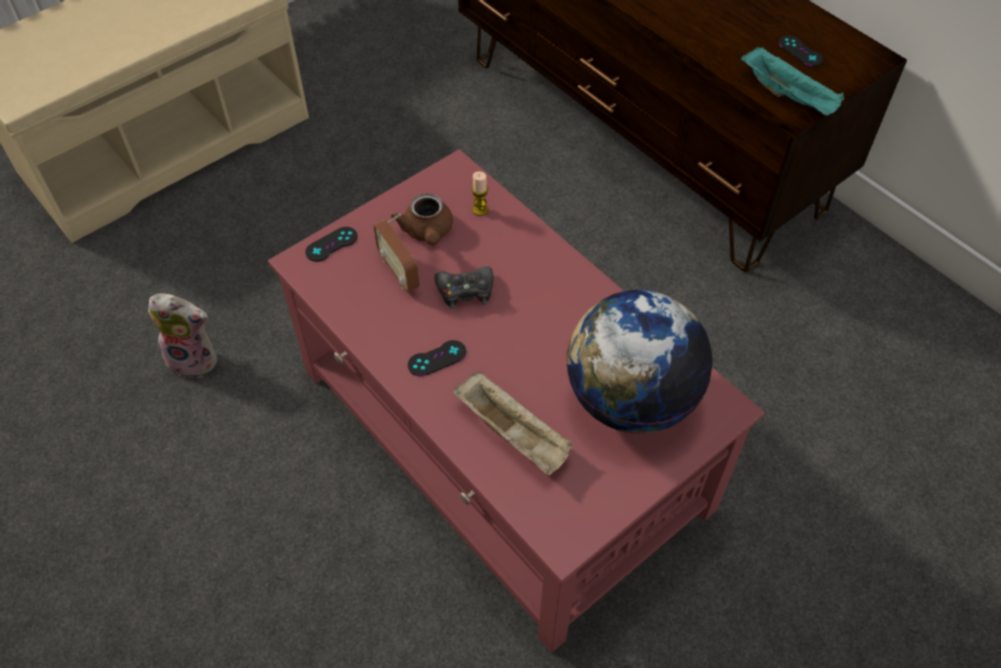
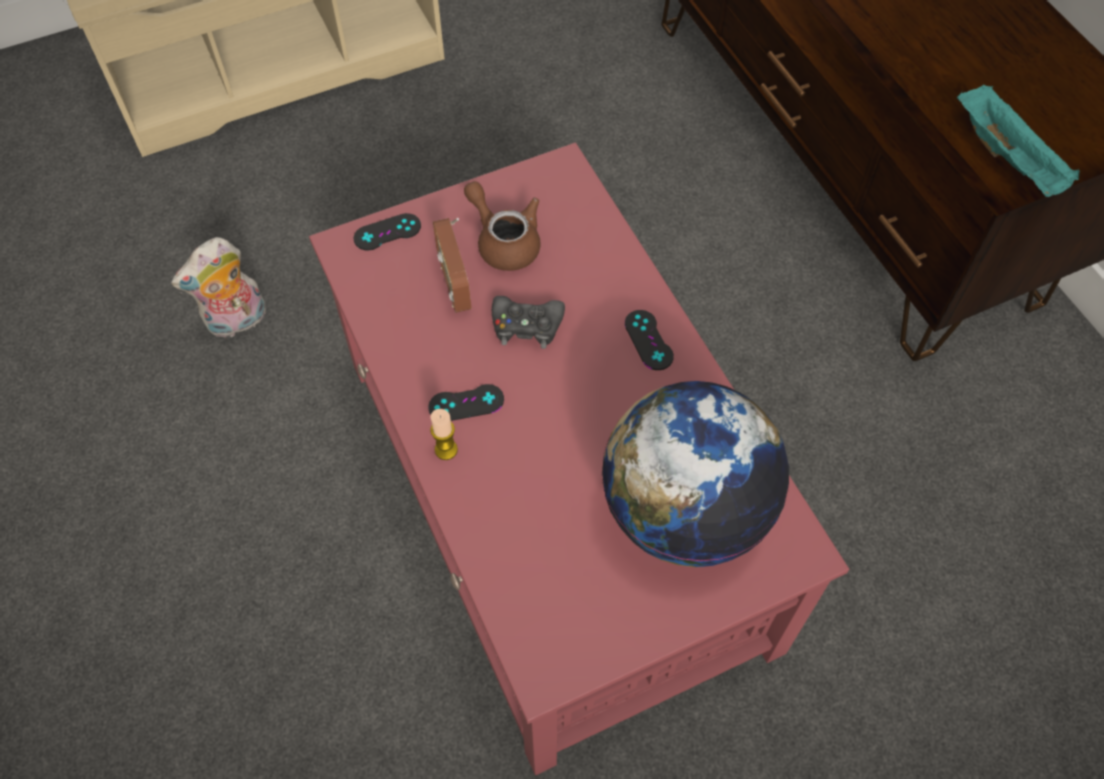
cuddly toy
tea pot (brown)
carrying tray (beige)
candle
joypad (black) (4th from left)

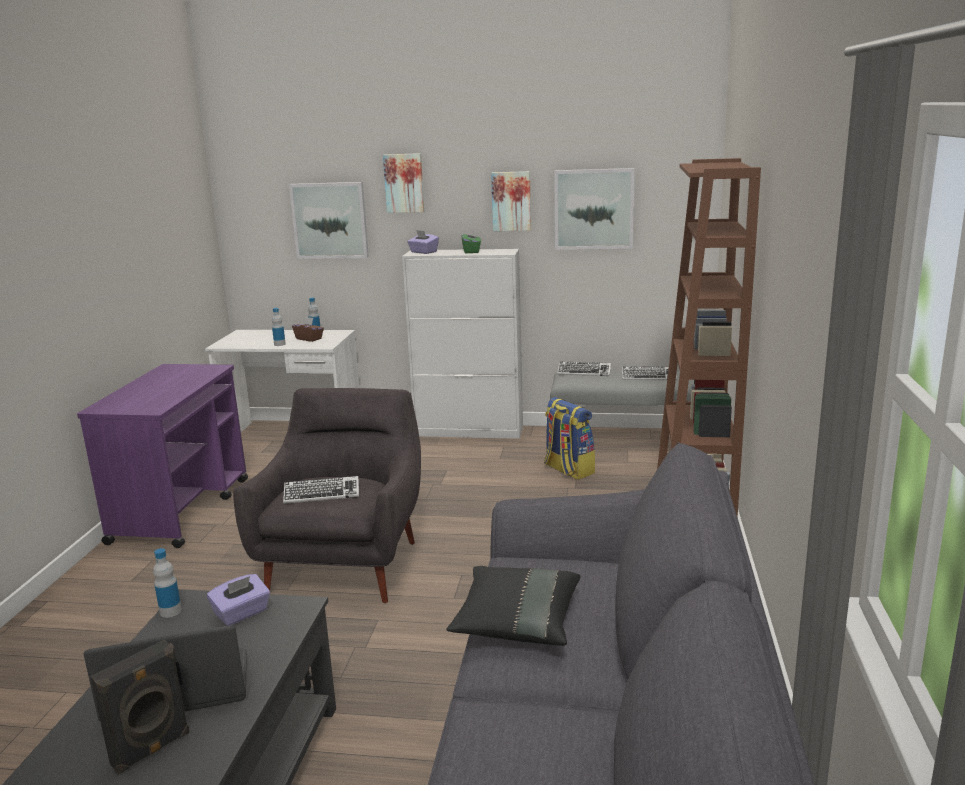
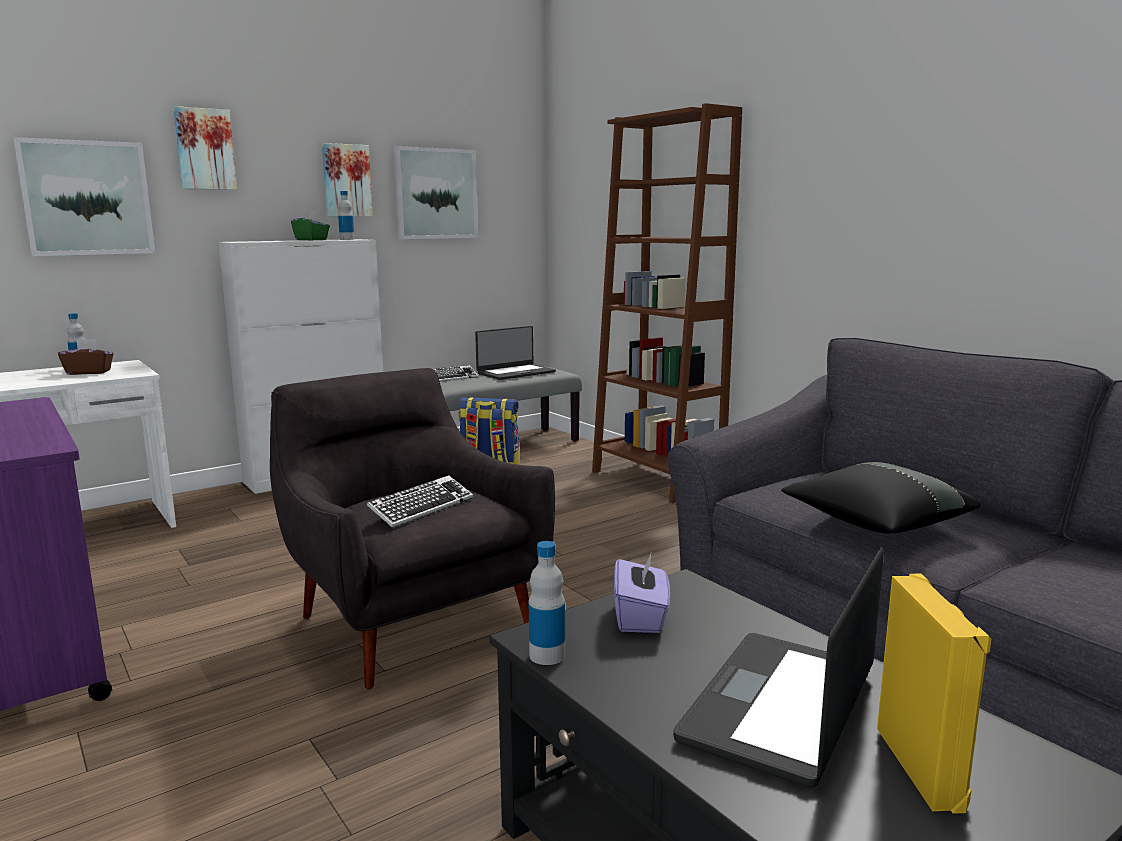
loudspeaker (yellowish)
bottle (2nd from left)
tissue box (purple) (2nd from left in the first image)
laptop (1st from left)

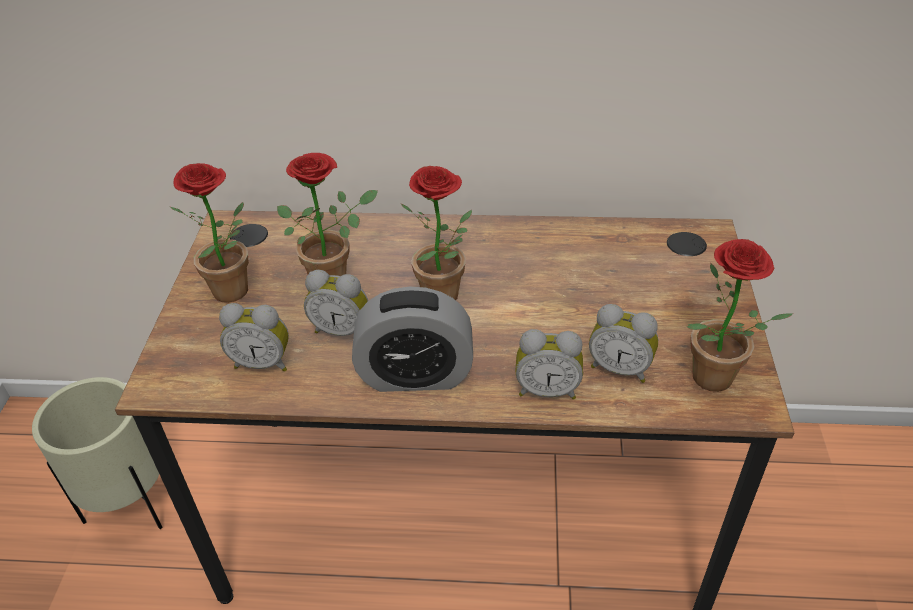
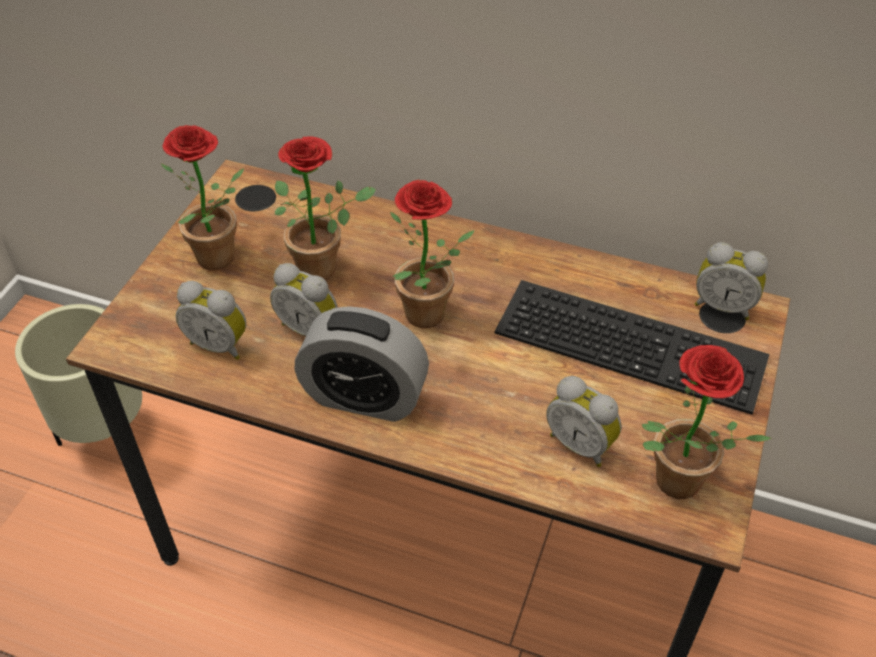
alarm clock (5th from left)
PC keyboard

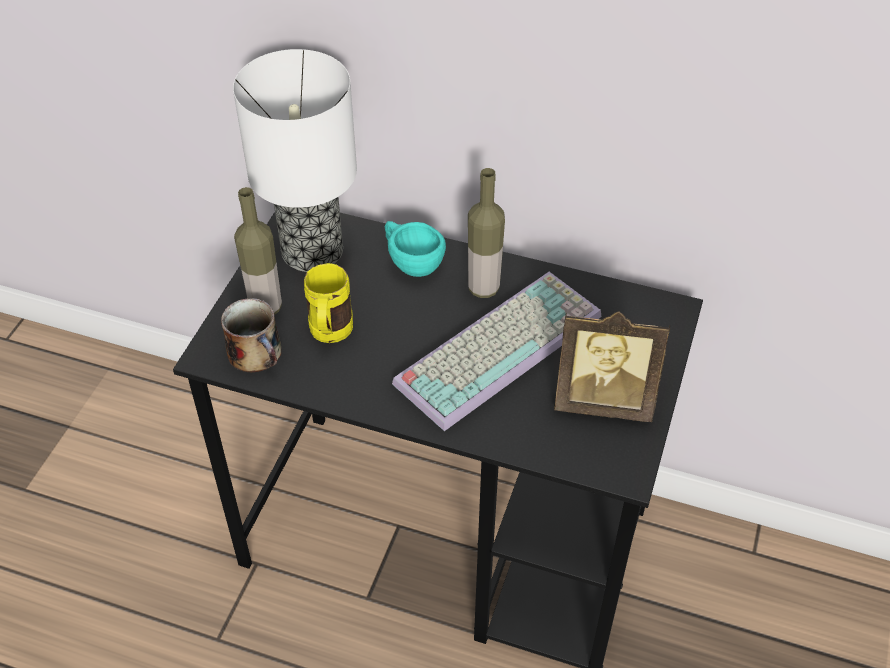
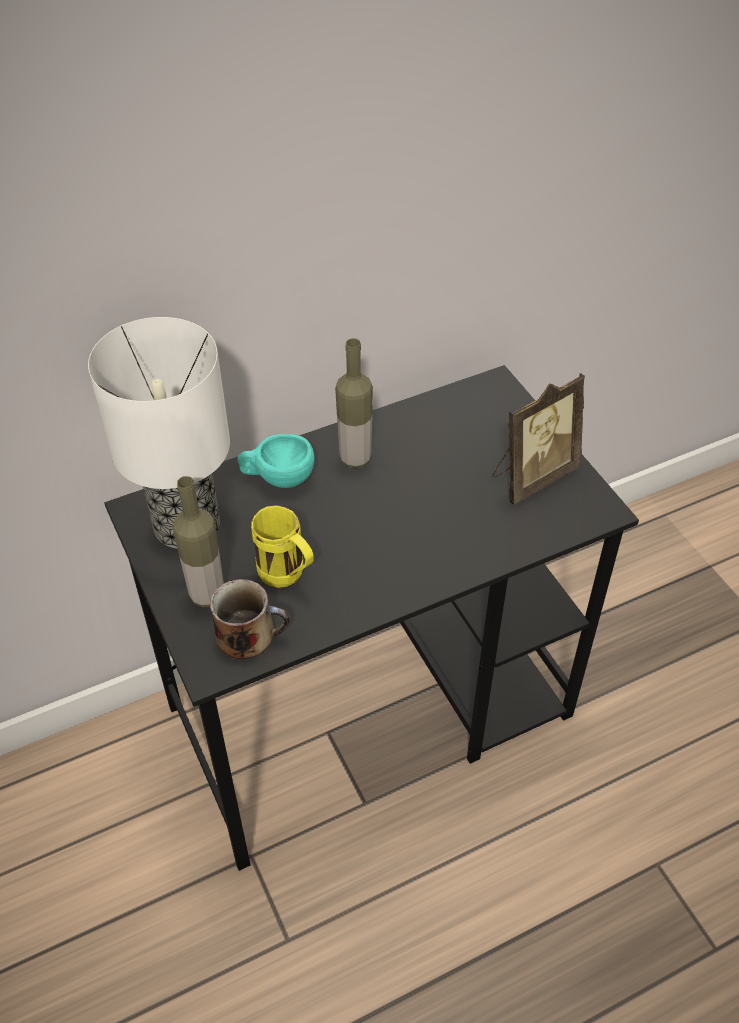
PC keyboard

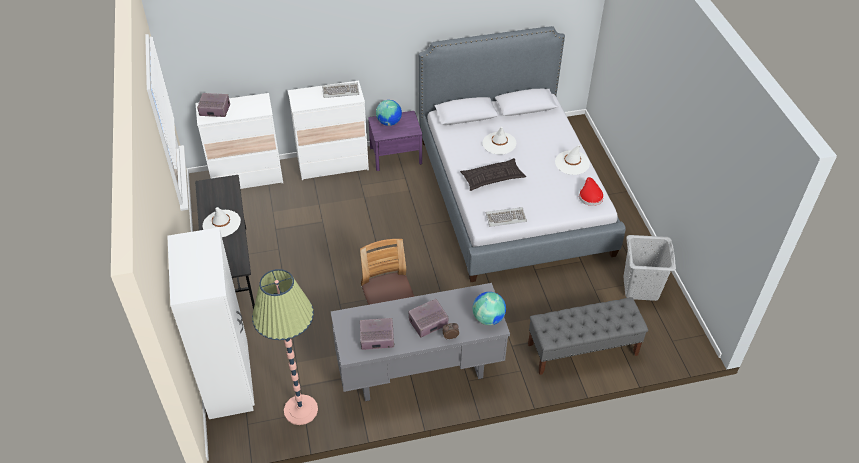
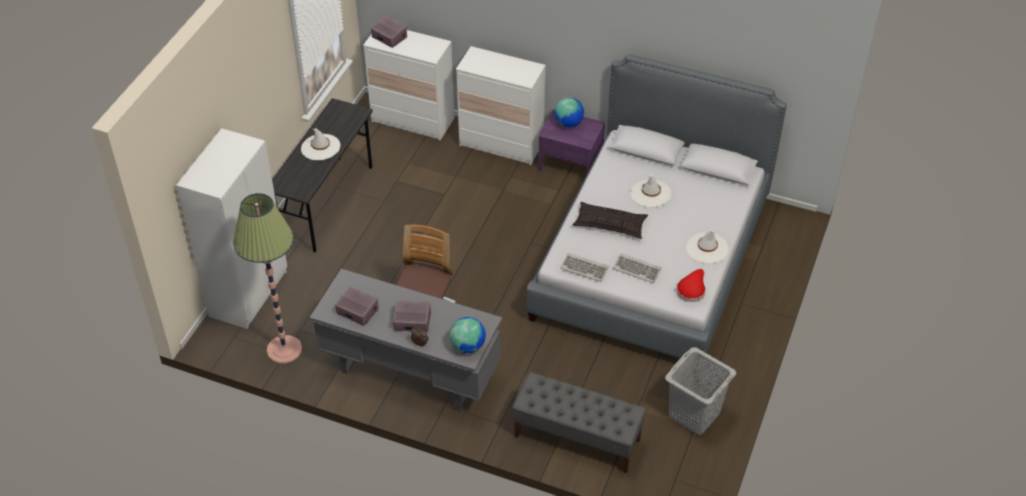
PC keyboard (2nd from left)

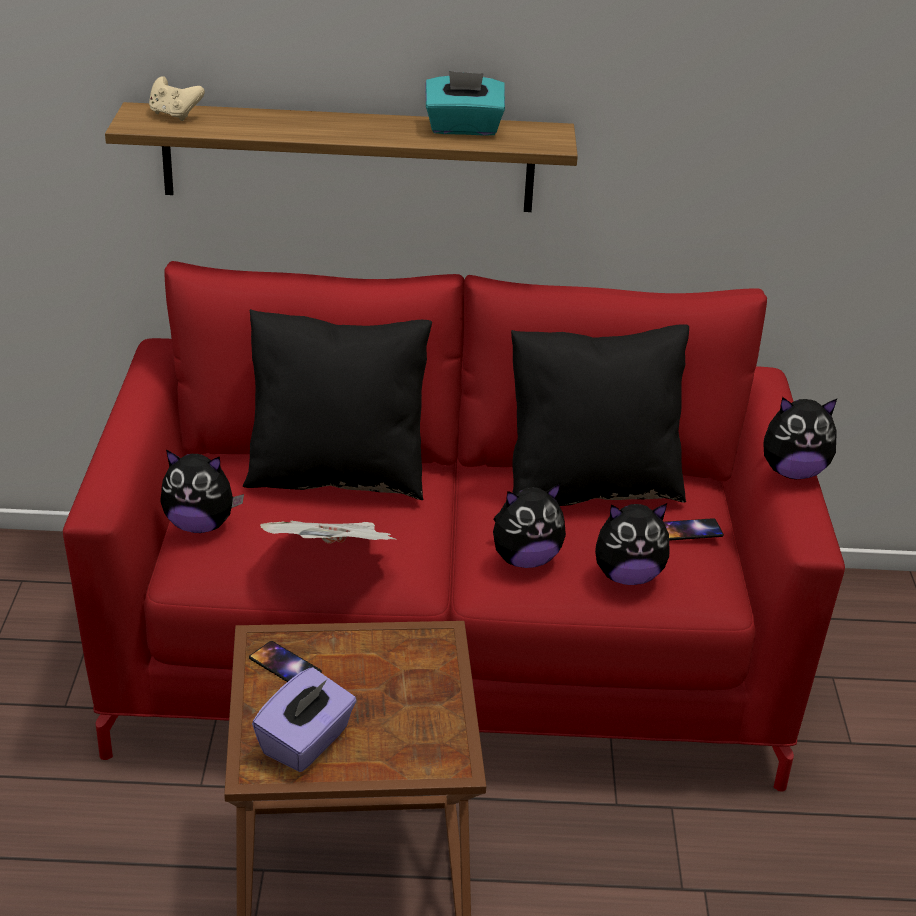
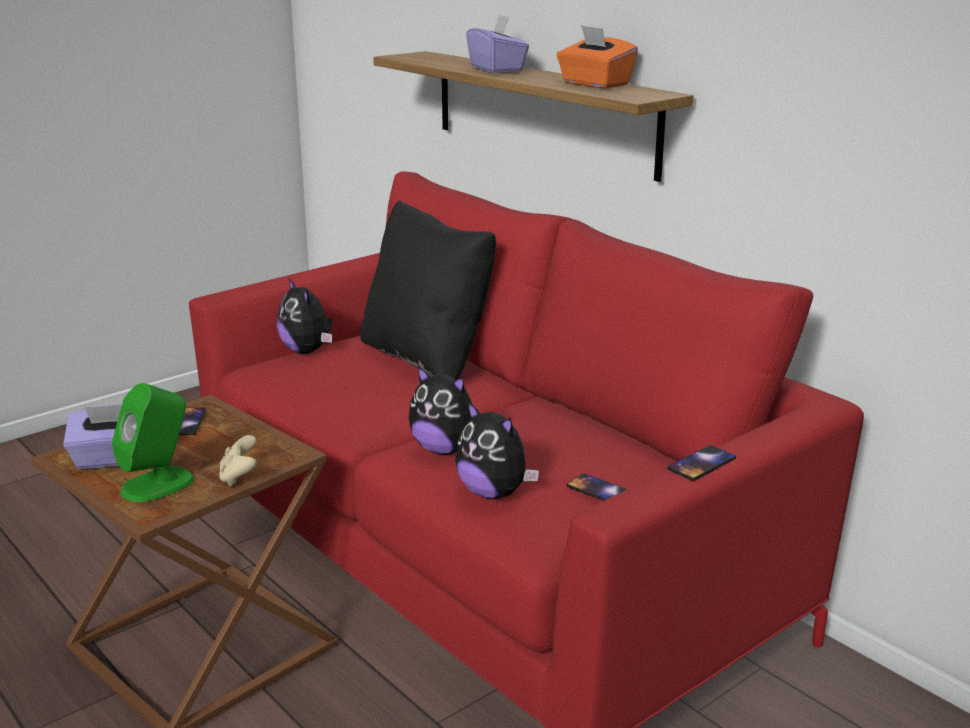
joypad (beige)
newspaper
tissue box (orange-coloured)
throw pillow (black) (2nd from left in the first image)
handset (3rd from left)
loudspeaker (greenish)
tissue box (purple) (2nd from left)

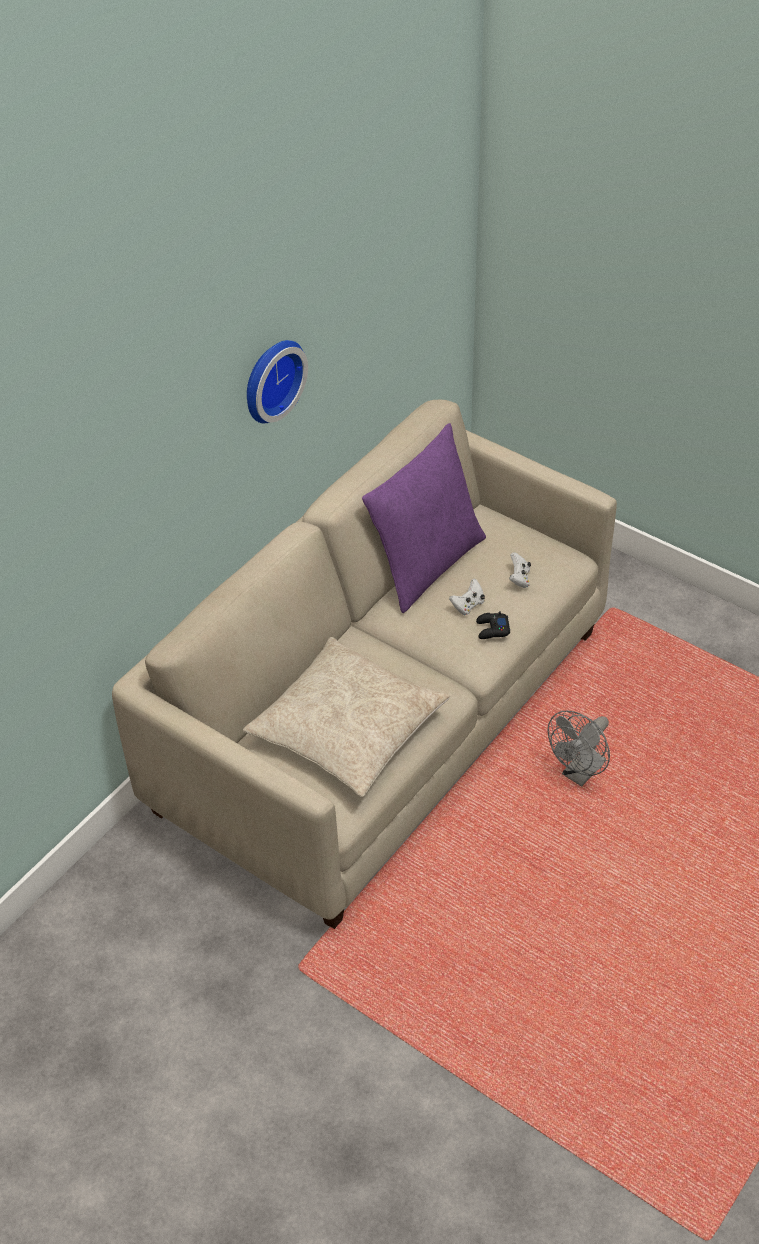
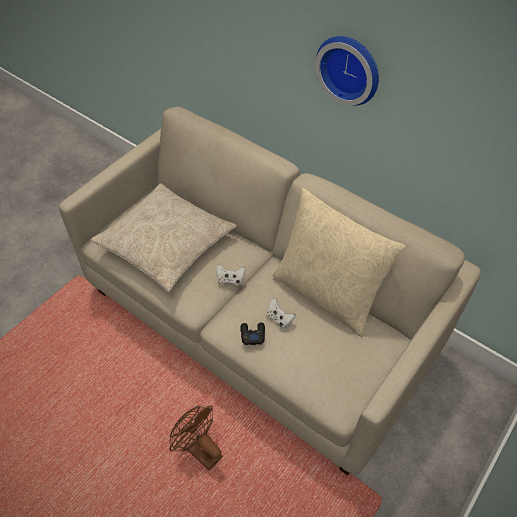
throw pillow (beige) (2nd from left)
joypad (white-coloured) (1st from left)
cooling fan (brown)

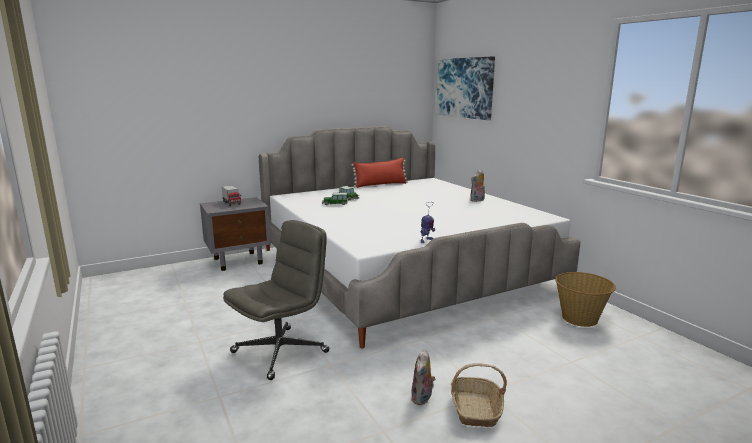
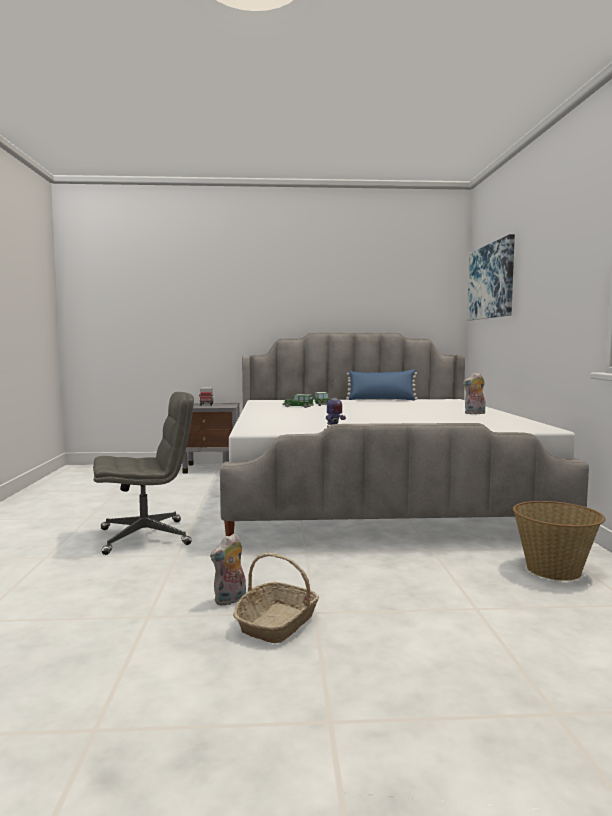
throw pillow (blue)

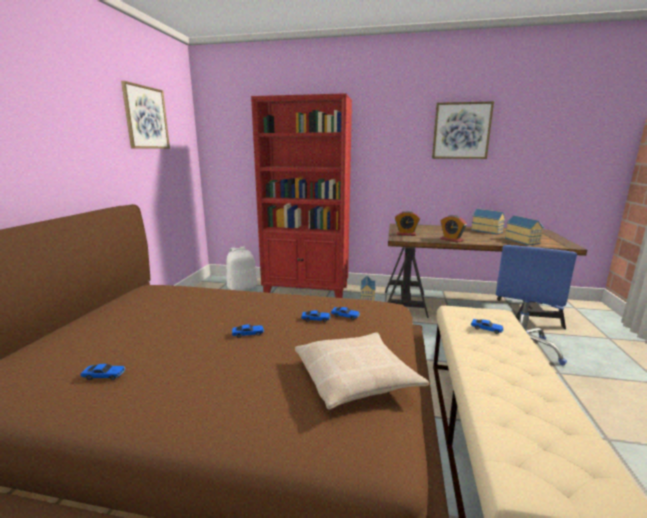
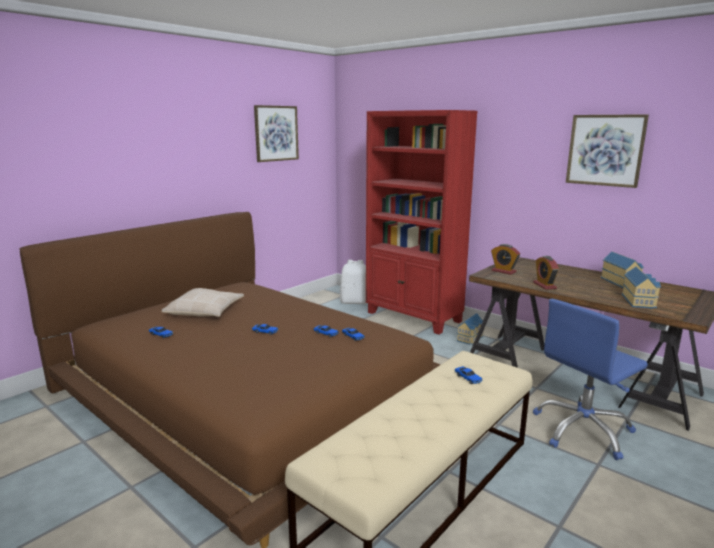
throw pillow (beige)

